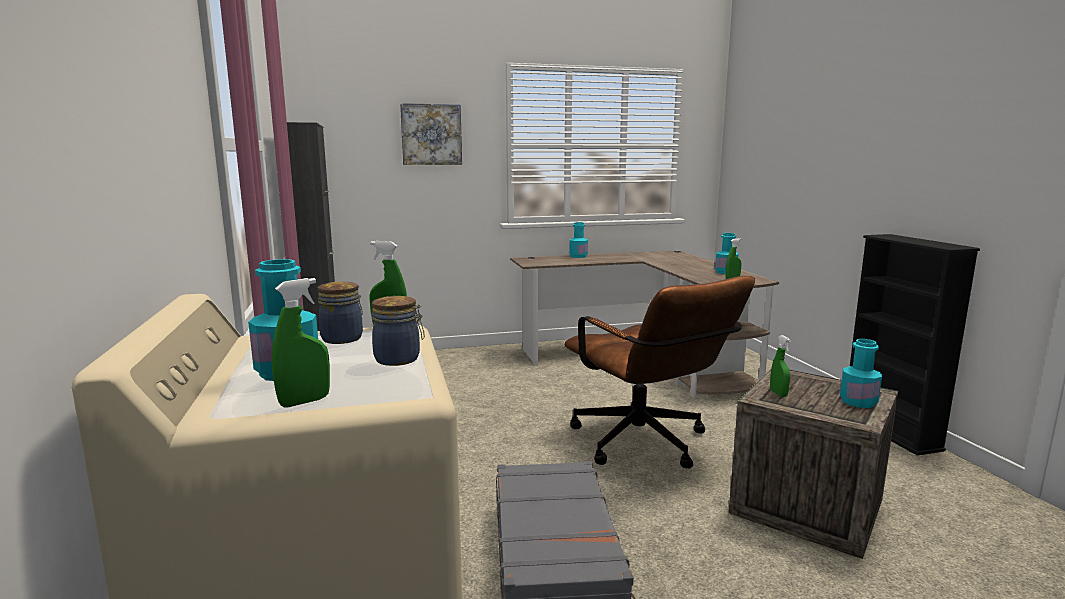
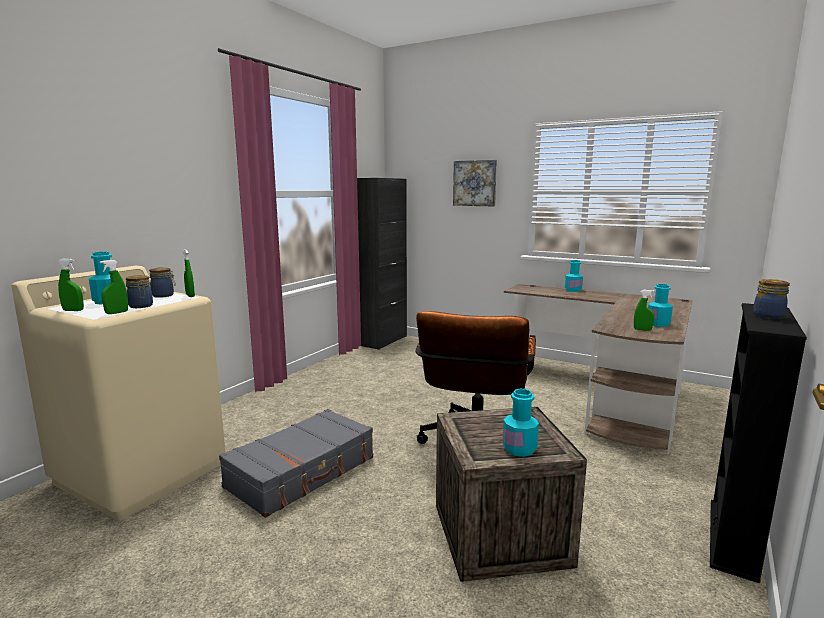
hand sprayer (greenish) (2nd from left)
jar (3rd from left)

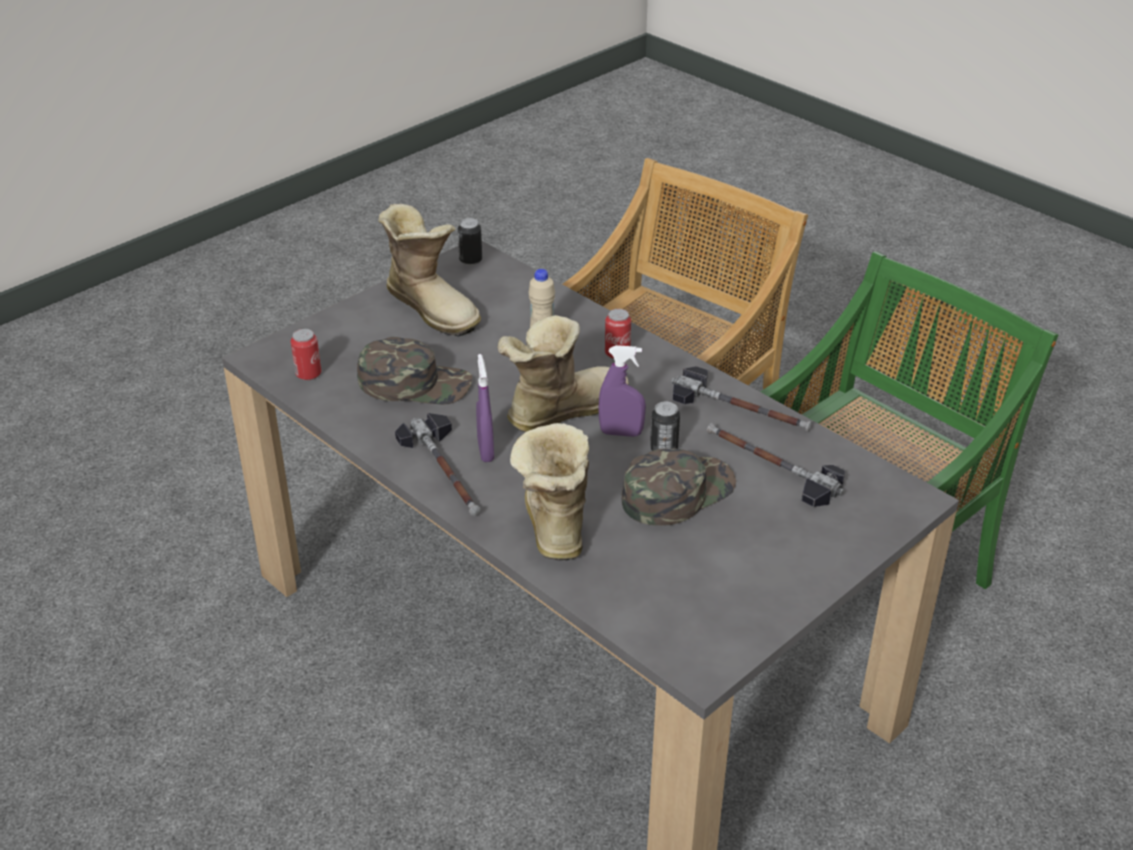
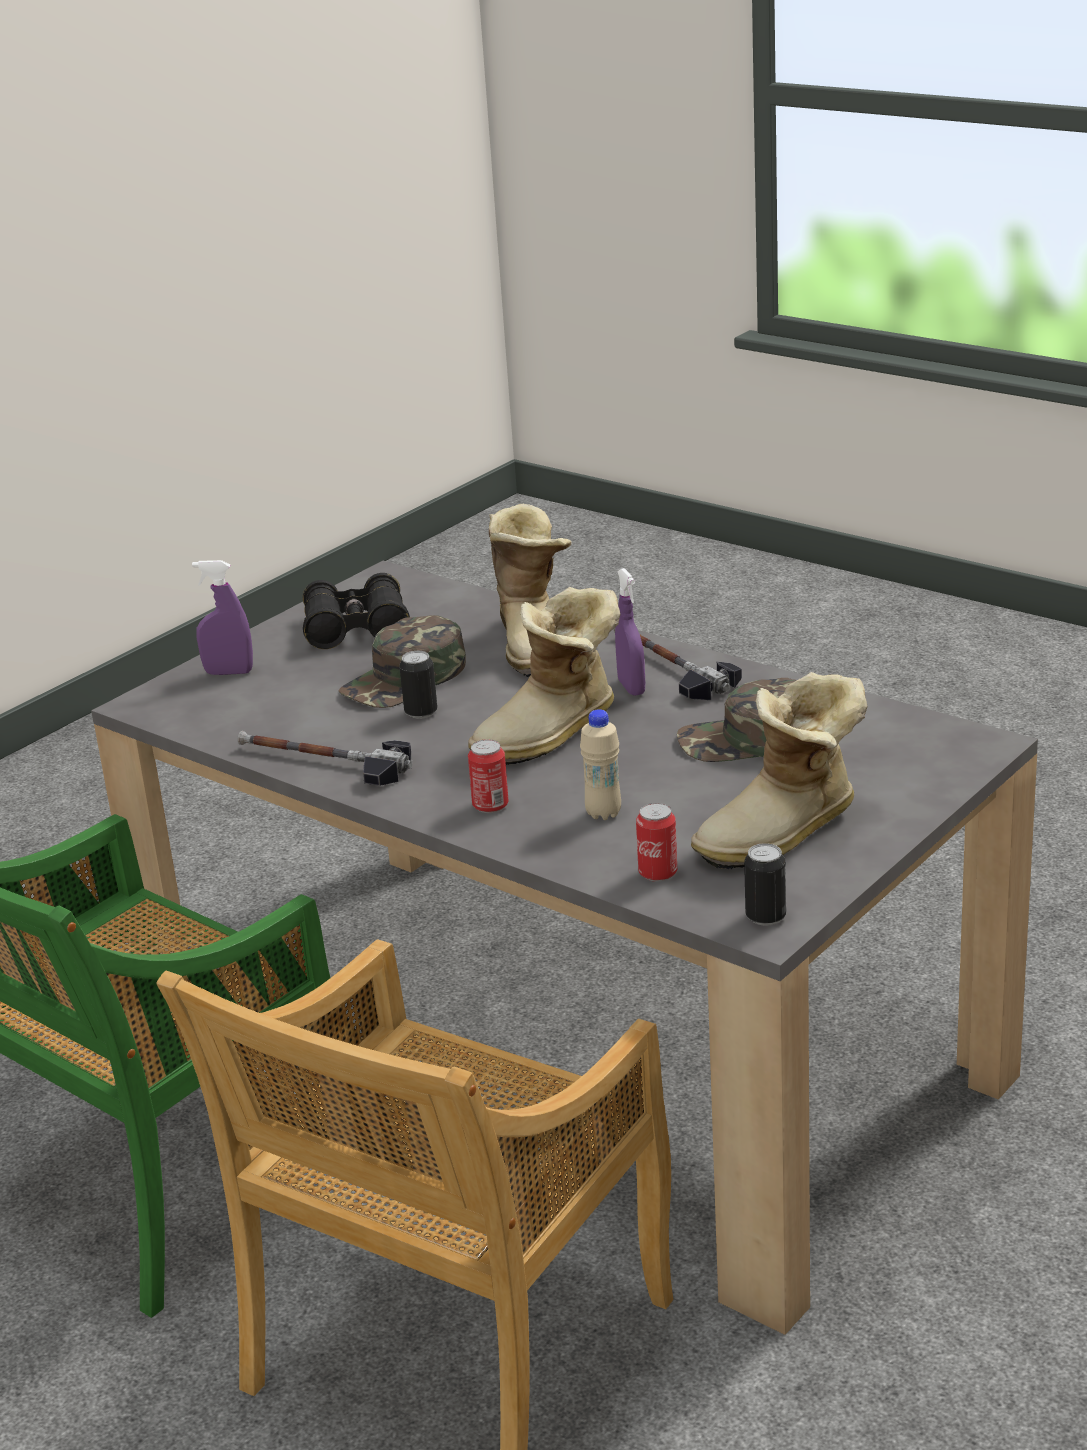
can (3rd from left)
high-top boot (3rd from left)
hand sprayer (purple) (1st from left)
tool hammer (3rd from left in the first image)
pair of binoculars (black)

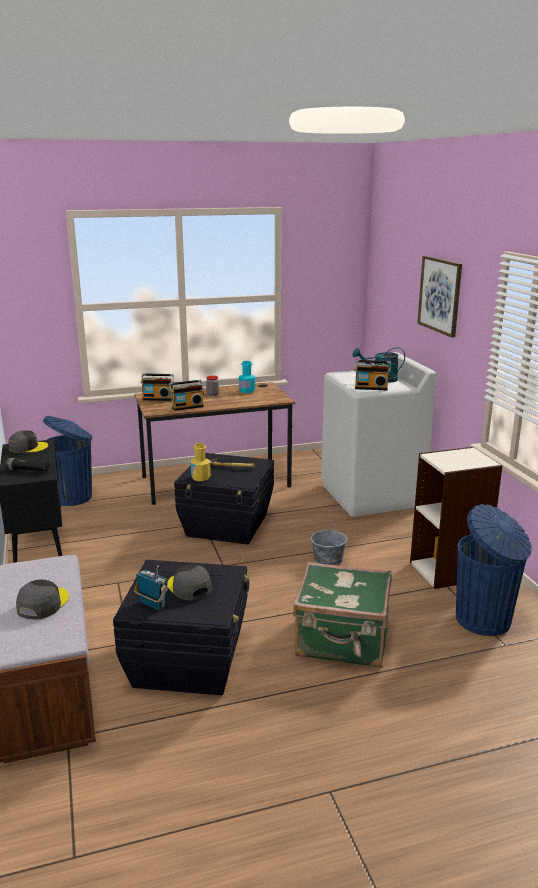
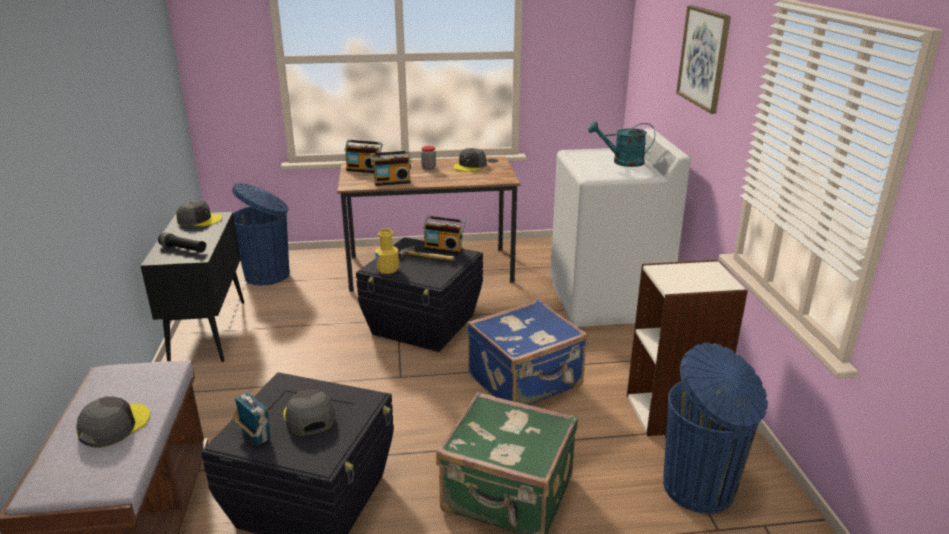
peaked cap (greyish) (4th from left)
travel case (blue)
radio (4th from left)

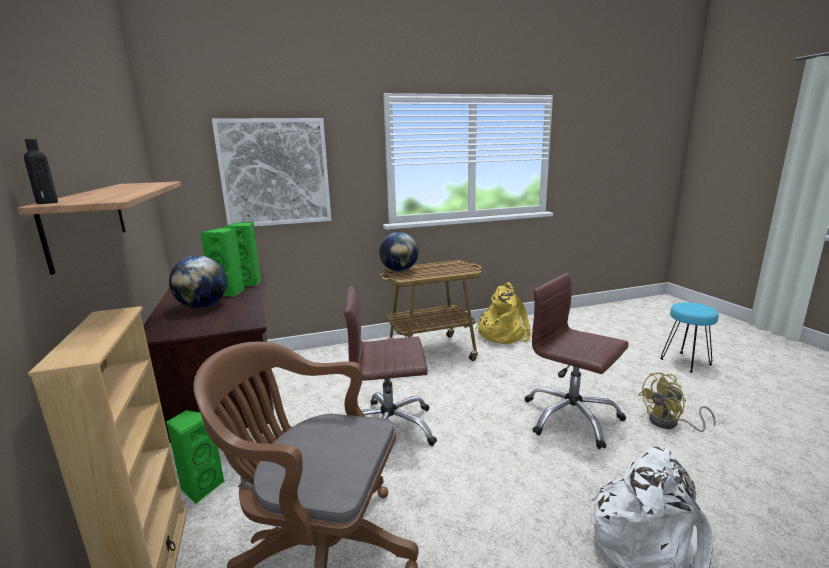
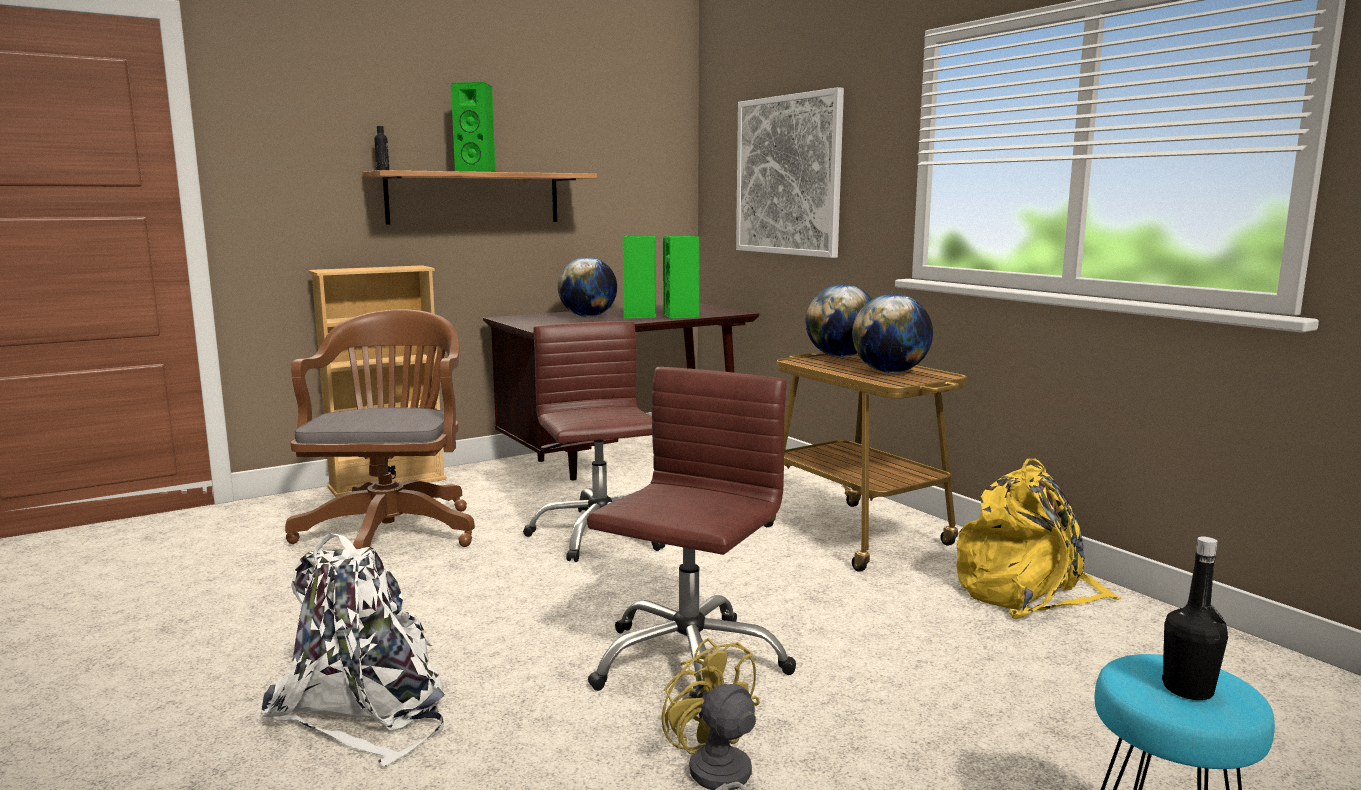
loudspeaker (greenish) (1st from left)
world globe (3rd from left)
bottle (black) (2nd from left)

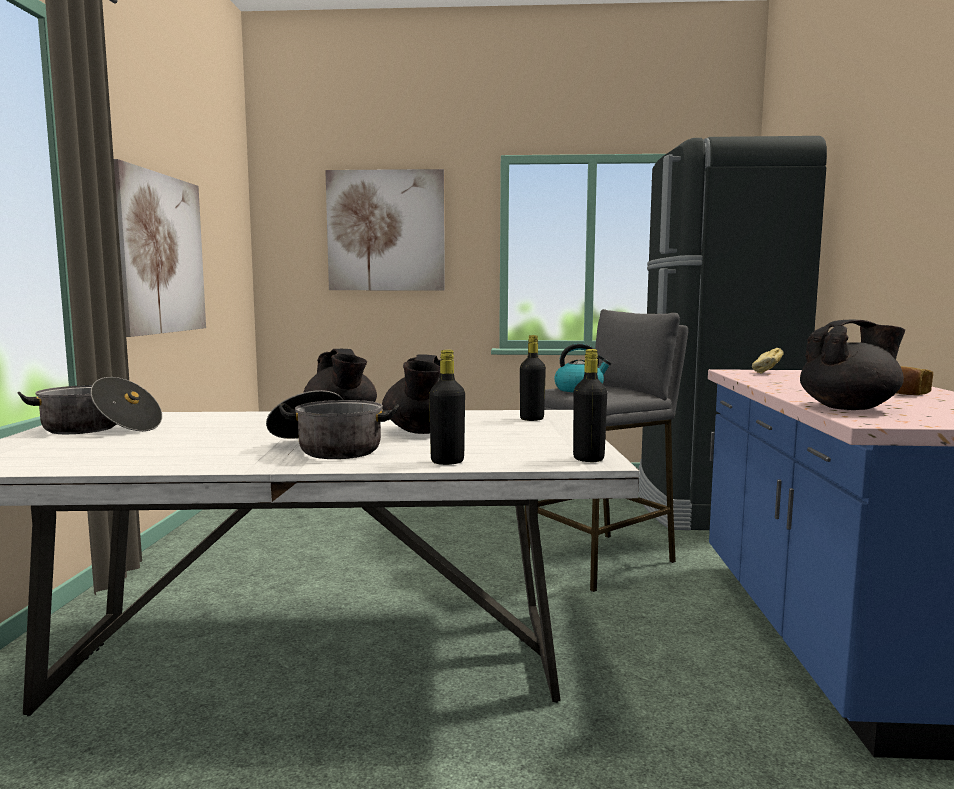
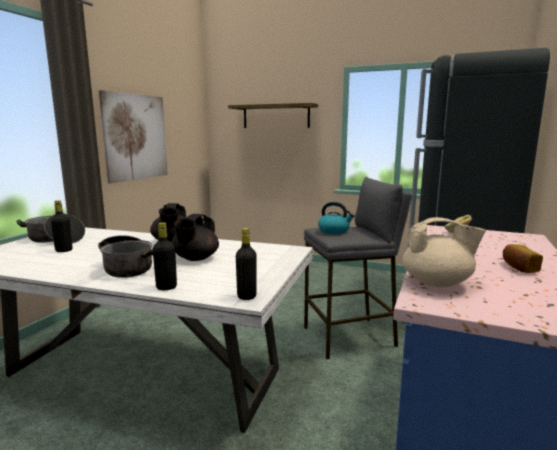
shelf
bottle (black) (1st from left)
tea pot (beige)

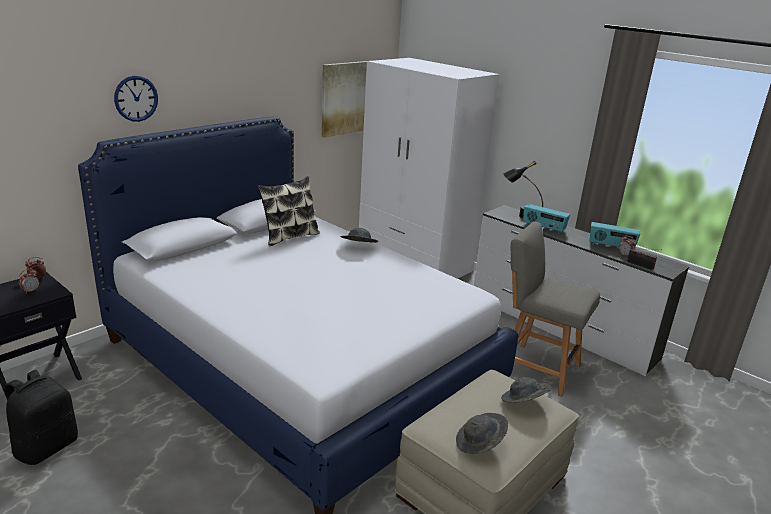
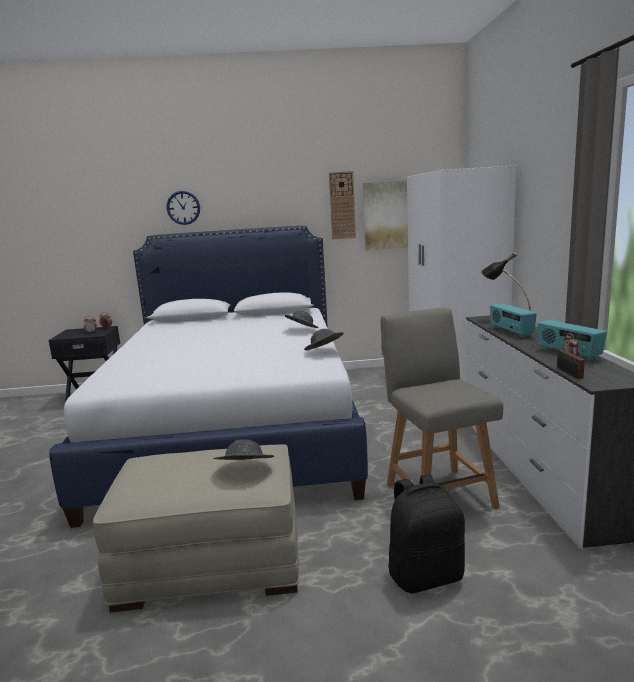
rucksack (black)
throw pillow
wearable hat (greyish) (3rd from left)
wall clock (2nd from left)

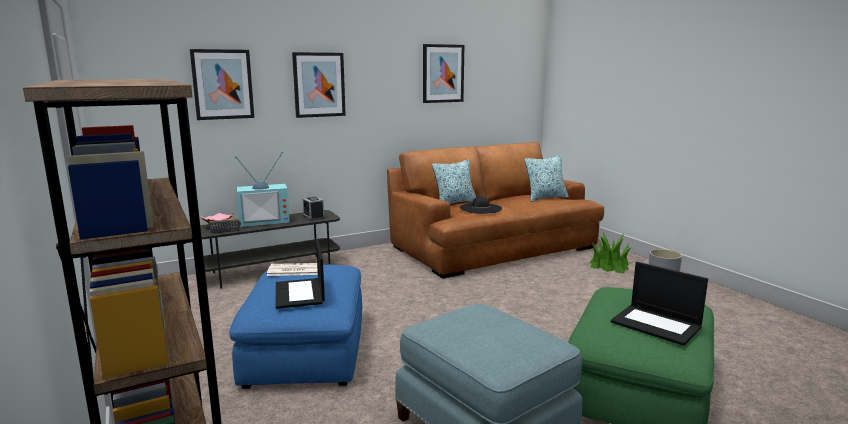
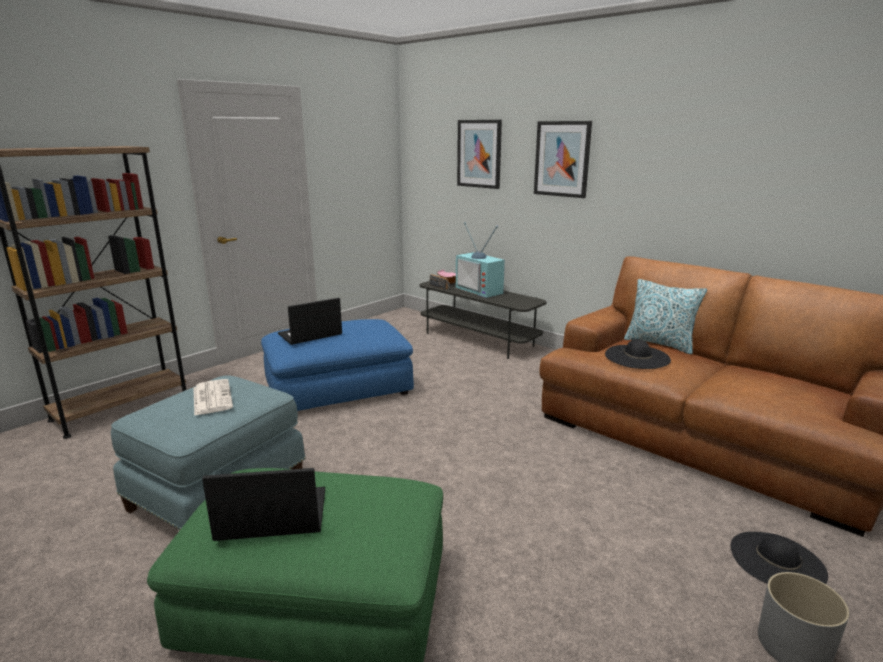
newspaper
alarm clock
wall art (3rd from left in the first image)
throw pillow (2nd from left in the first image)
wearable hat (black) (2nd from left)
laptop (1st from left)

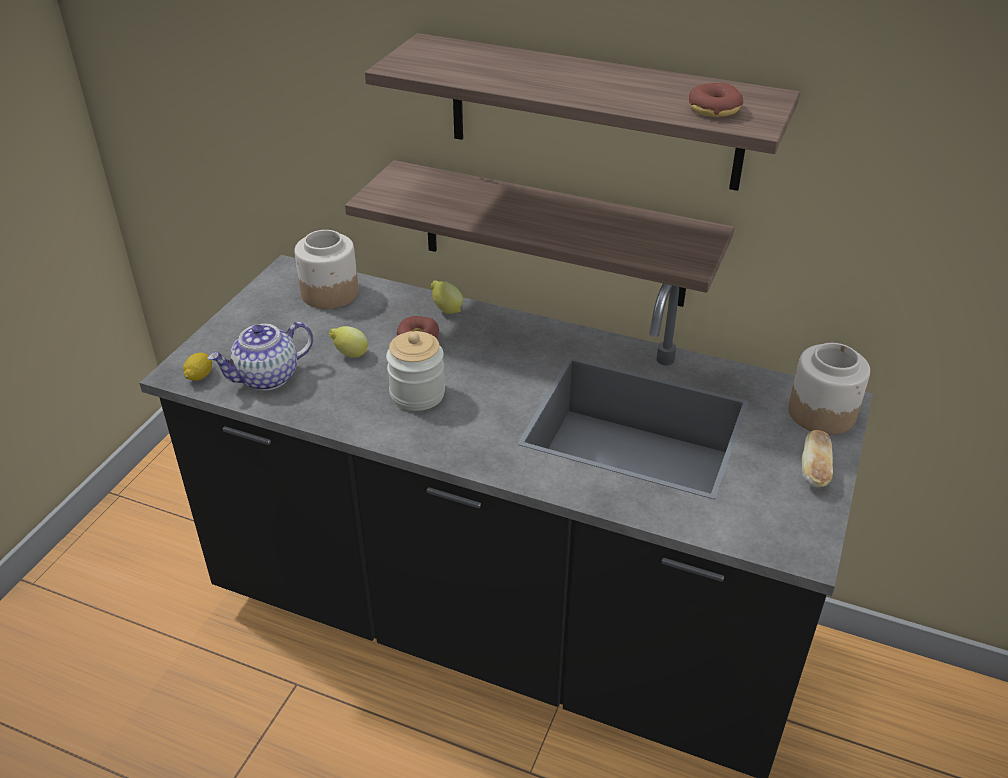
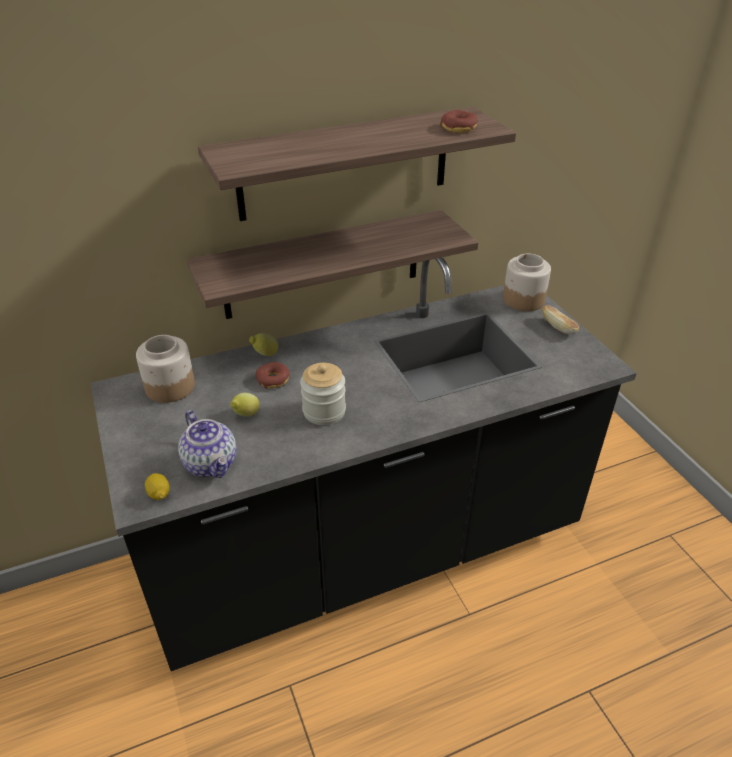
tea pot

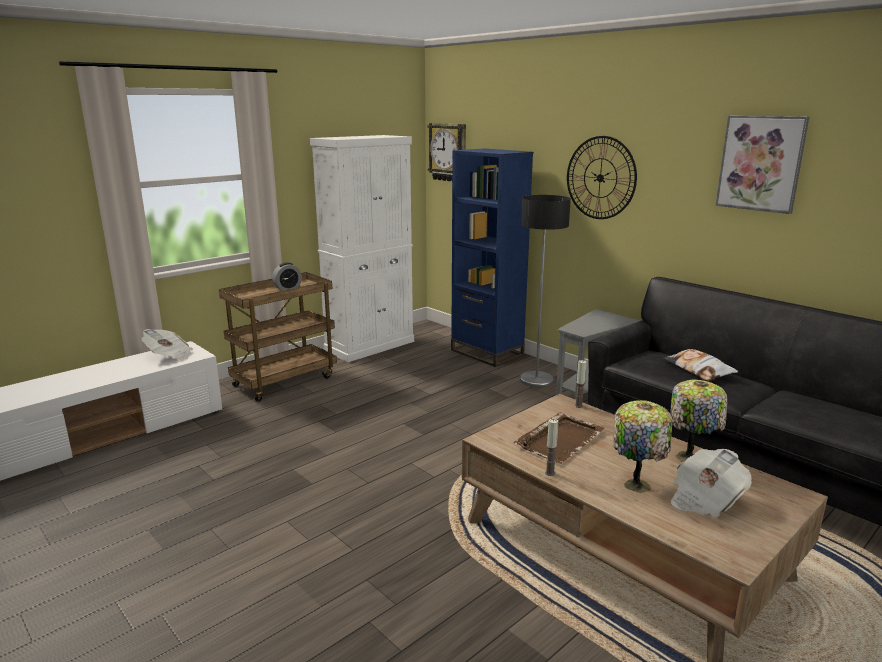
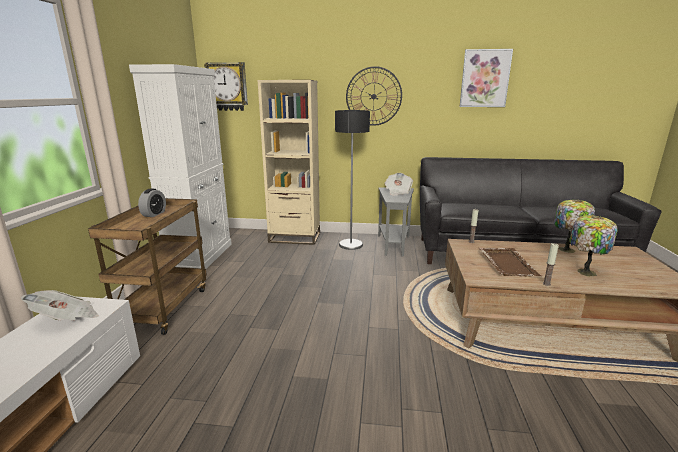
shelving unit (beige)
throw pillow
newspaper (2nd from left)

